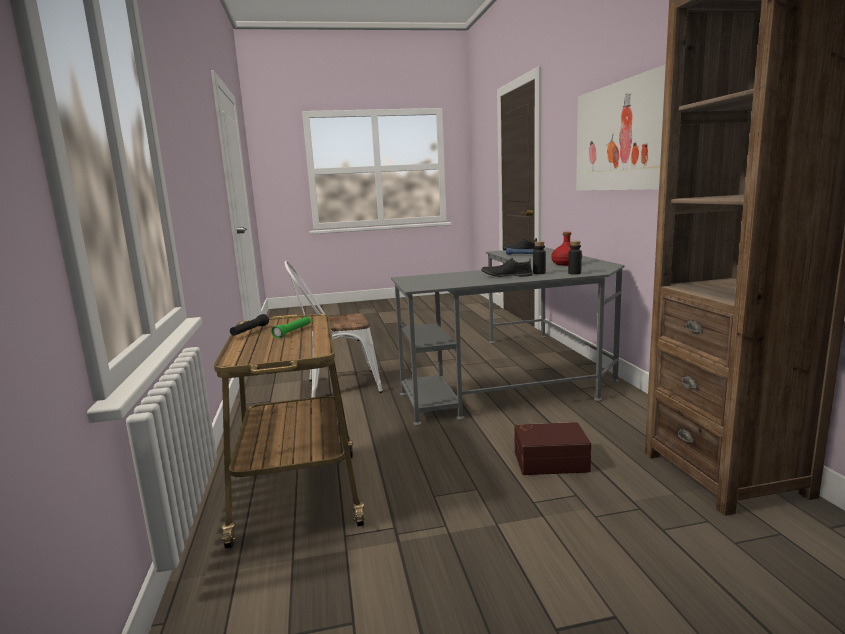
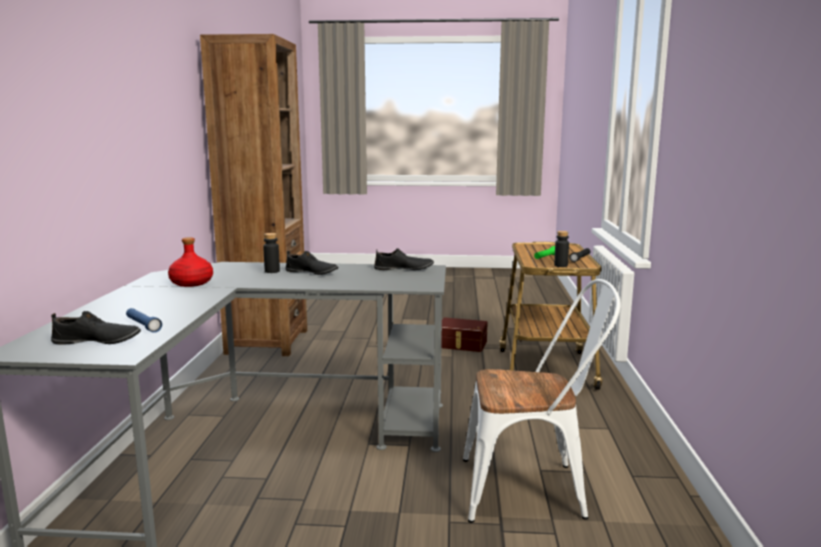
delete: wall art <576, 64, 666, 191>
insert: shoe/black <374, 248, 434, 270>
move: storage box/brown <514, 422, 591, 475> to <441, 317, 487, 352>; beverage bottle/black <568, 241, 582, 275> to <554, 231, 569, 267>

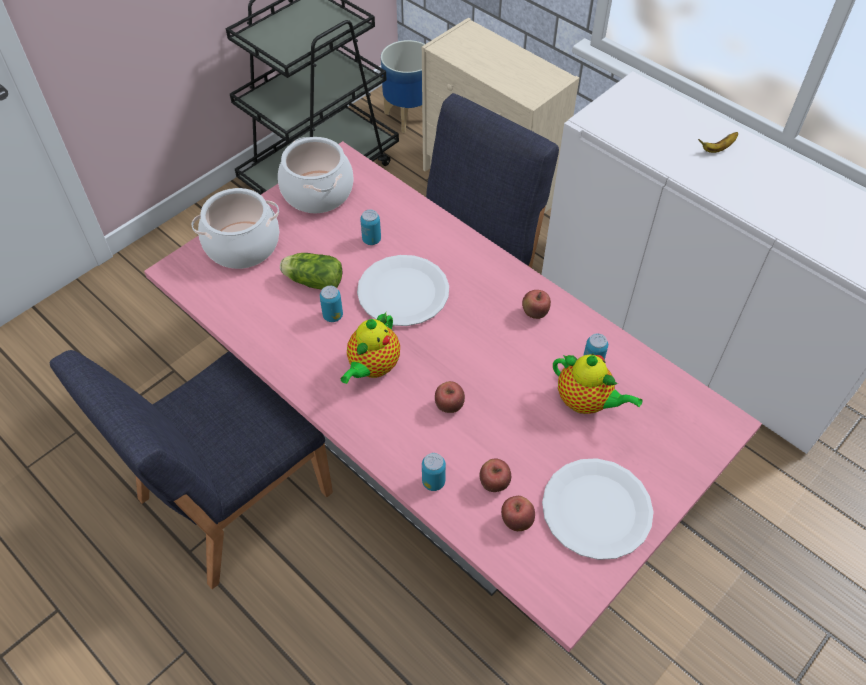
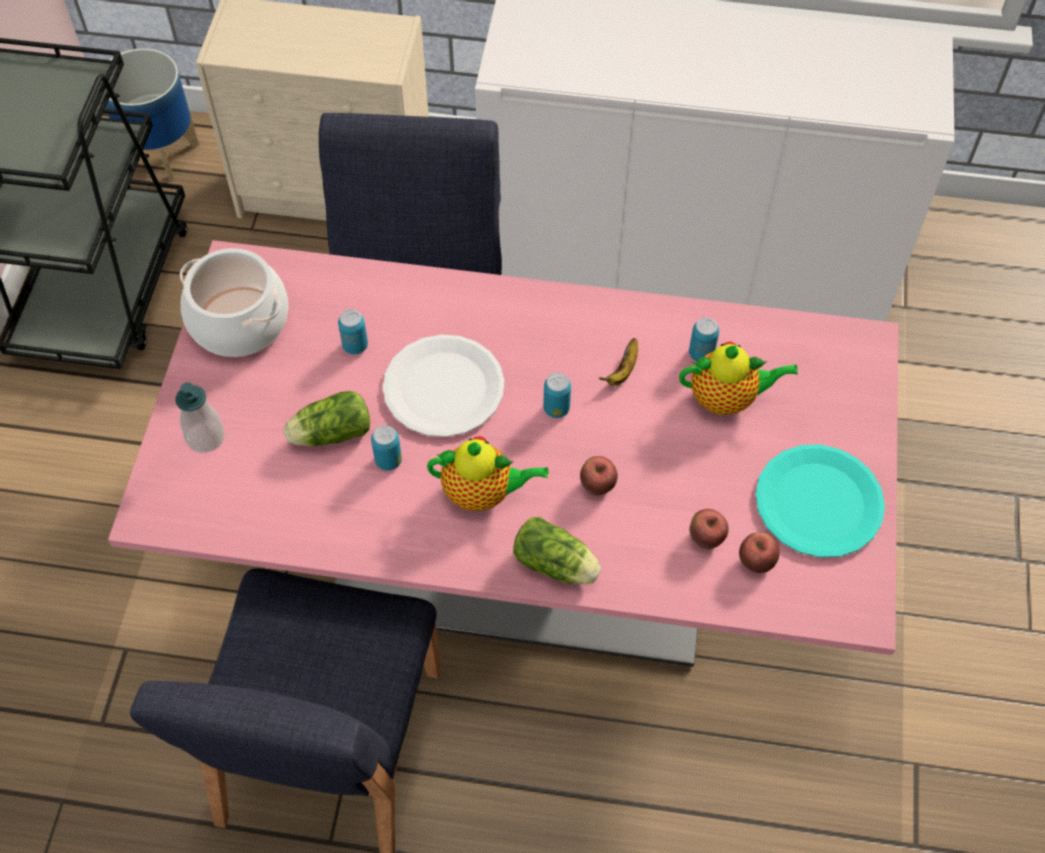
delete: apple fruit <522, 290, 551, 319>
insert: lettuce head <513, 517, 601, 585>
move: metal can <422, 453, 446, 491> to <543, 373, 571, 418>; whole banana <698, 132, 738, 153> to <599, 338, 638, 386>
replace: stockpot <192, 188, 279, 269> to liquid soap bottle <175, 382, 225, 453>
recolor: dinner plate/white-coloured <542, 458, 653, 560> to dinner plate/turquoise <755, 445, 885, 558>
rotate: pot for tea <341, 312, 400, 384> = <427, 436, 549, 511> 75 degrees counterclockwise

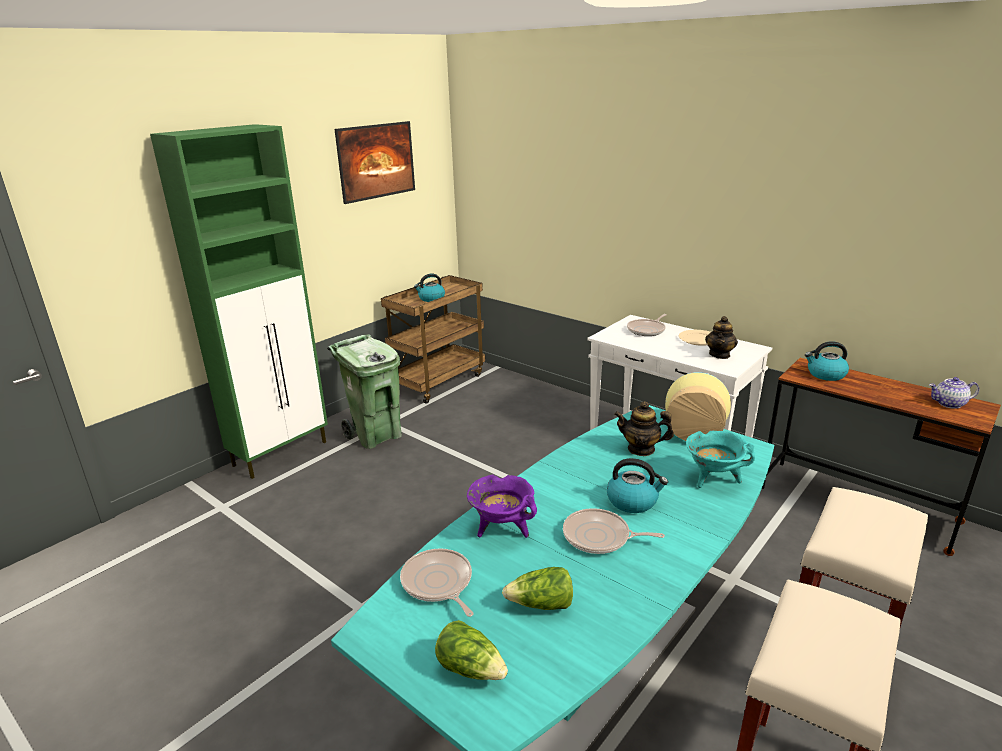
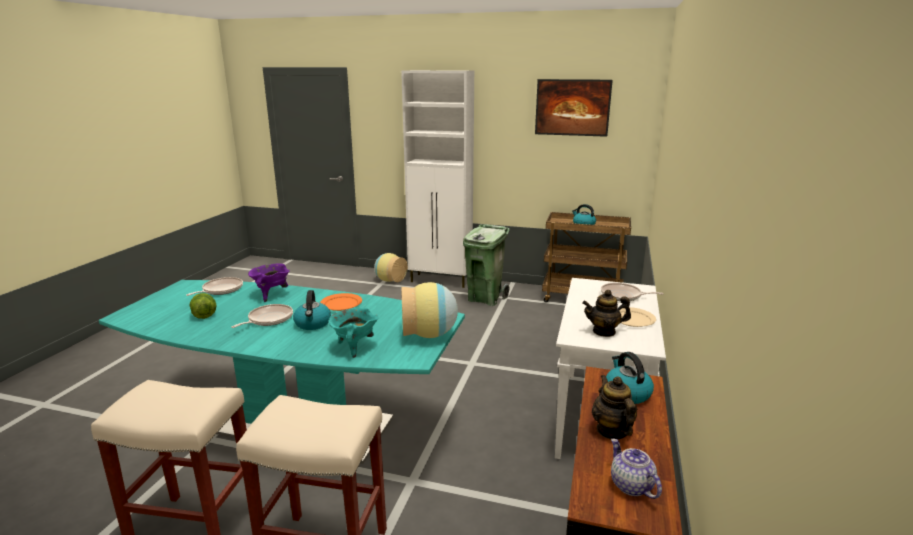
delete: lettuce head <435, 620, 508, 680>
insert: dinner plate/orange-coloured <320, 293, 362, 311>; vase <374, 253, 408, 282>
move: pot for tea <614, 401, 674, 456> to <592, 375, 637, 440>
recolor: storage cabinet/greenish <150, 124, 328, 479> to storage cabinet/white-coloured <401, 70, 474, 288>
rotate: pan <563, 508, 665, 554> = <232, 304, 293, 328> 45 degrees clockwise

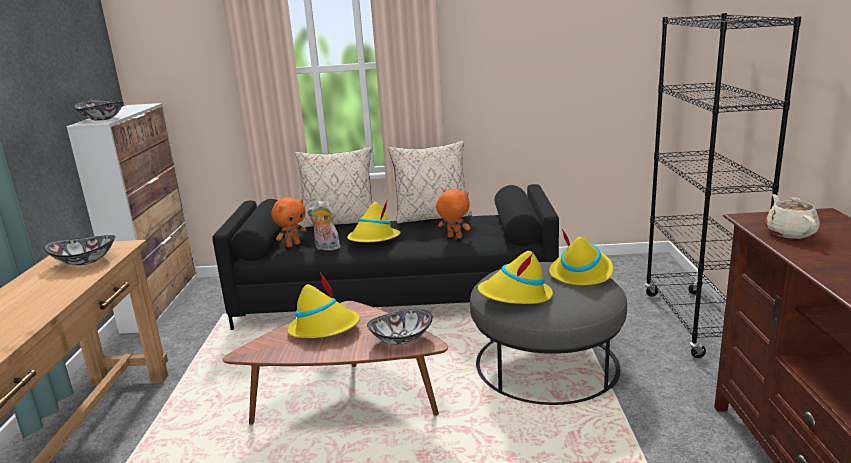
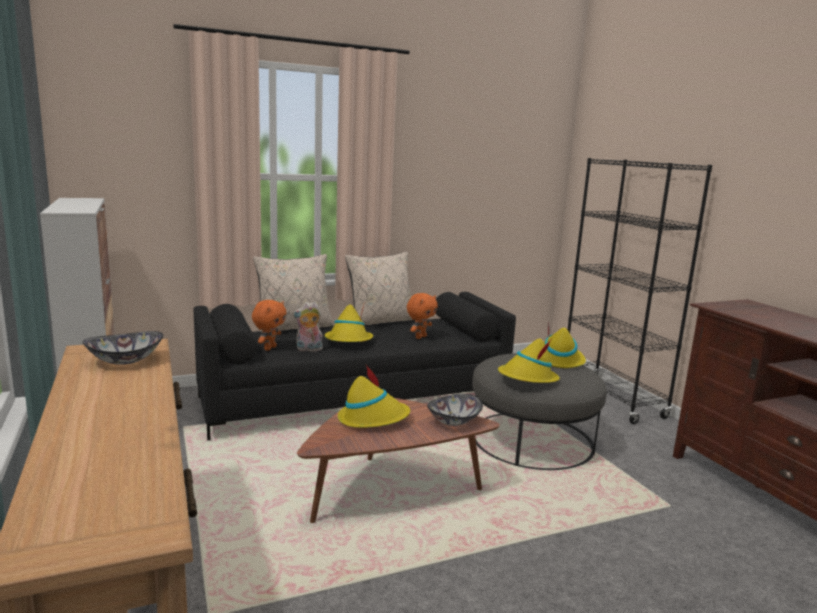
delete: bowl <74, 100, 124, 121>; pot for tea/sand-coloured <765, 194, 819, 239>
rotate: plush toy/orange-coloured <436, 189, 470, 239> = <407, 293, 438, 339> 120 degrees clockwise

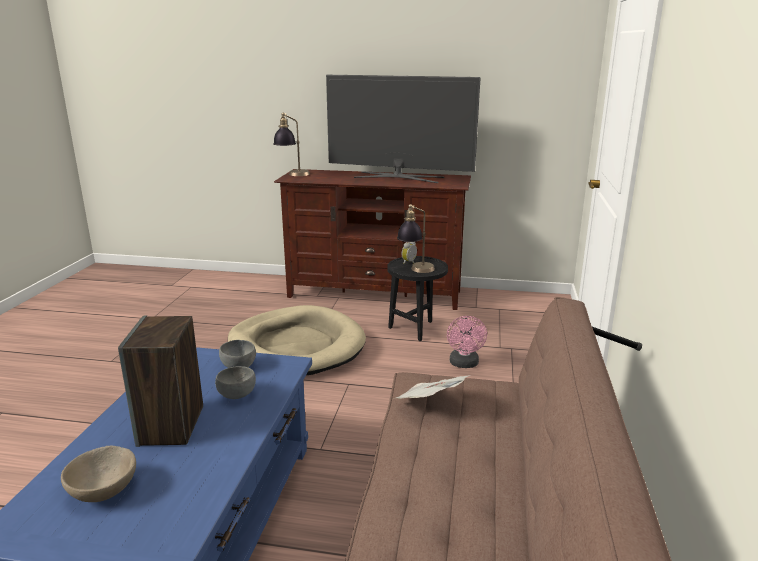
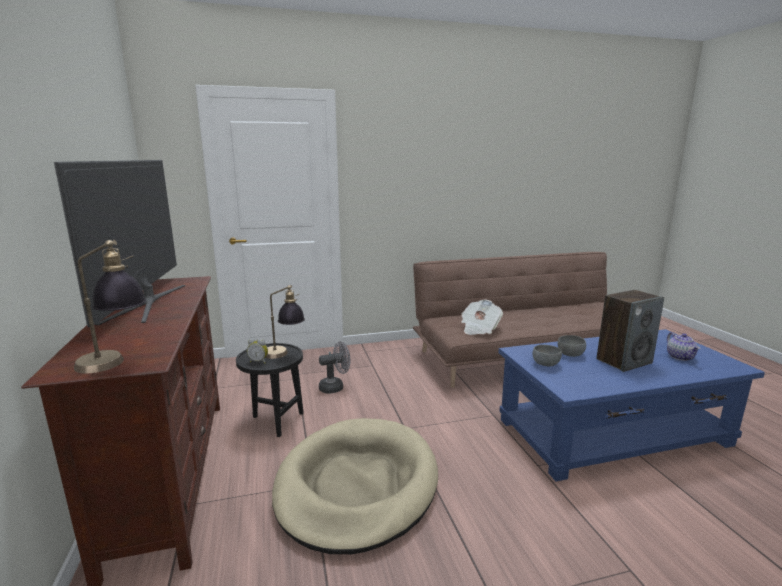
replace: bowl/sand-coloured <61, 446, 136, 502> to pot for tea <667, 332, 700, 361>
recolor: fan/pink-coloured <447, 316, 487, 368> to fan/greyish <319, 341, 350, 394>

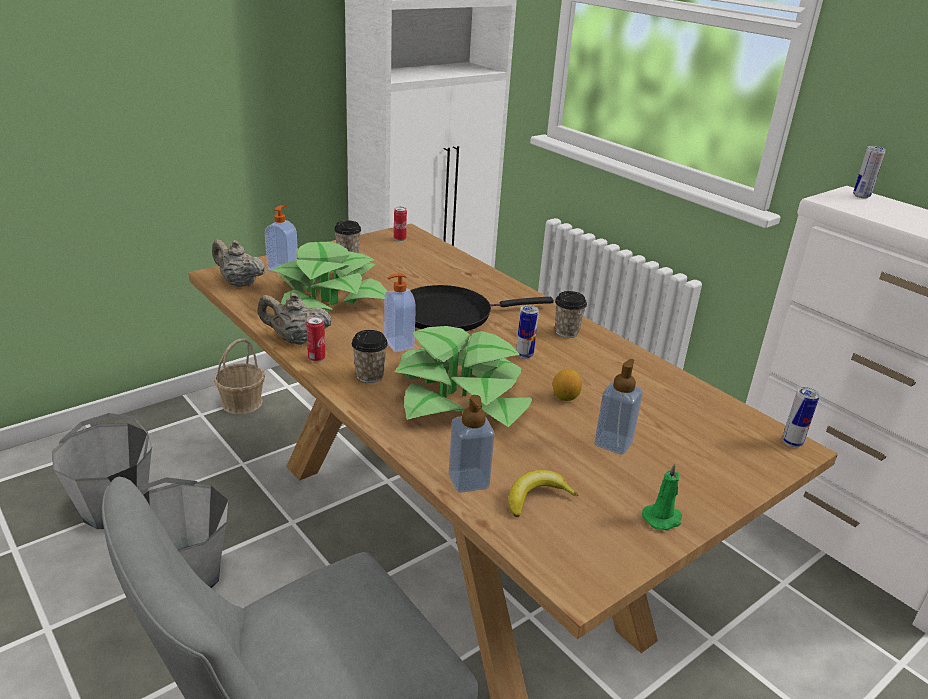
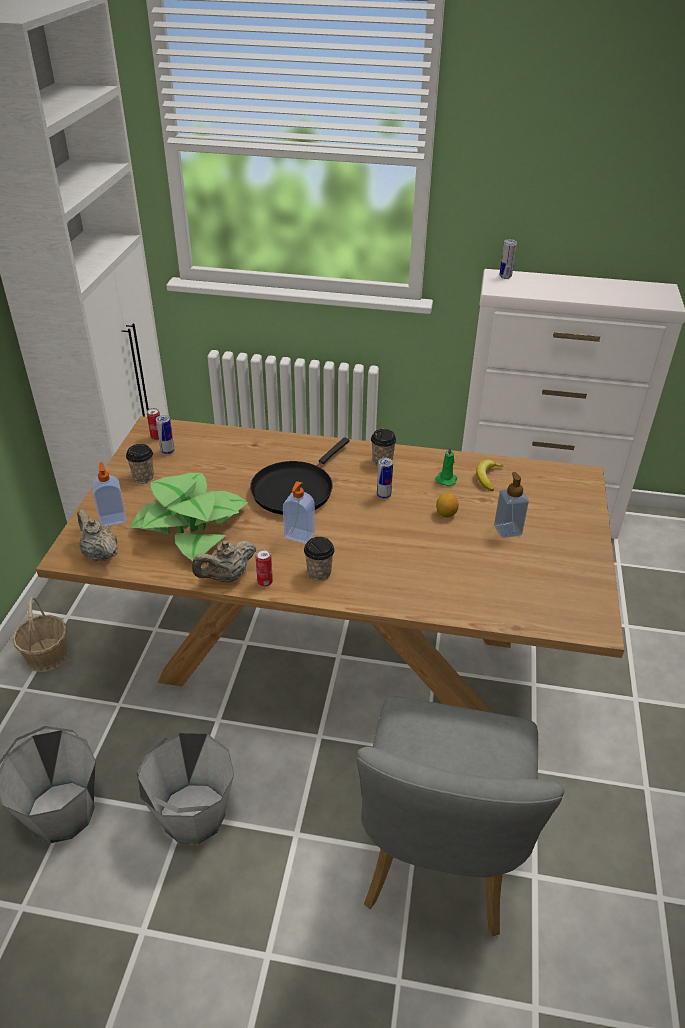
delete: houseplant <394, 326, 532, 427>; liquid soap bottle <449, 395, 495, 493>
move: metal can <782, 387, 820, 448> to <156, 415, 174, 455>; candle/greenish <642, 463, 682, 530> to <435, 446, 457, 486>; whole banana <508, 470, 578, 517> to <476, 459, 503, 491>
rotate: pot for tea/sand-coloured <212, 239, 266, 287> = <77, 509, 118, 561> 60 degrees clockwise

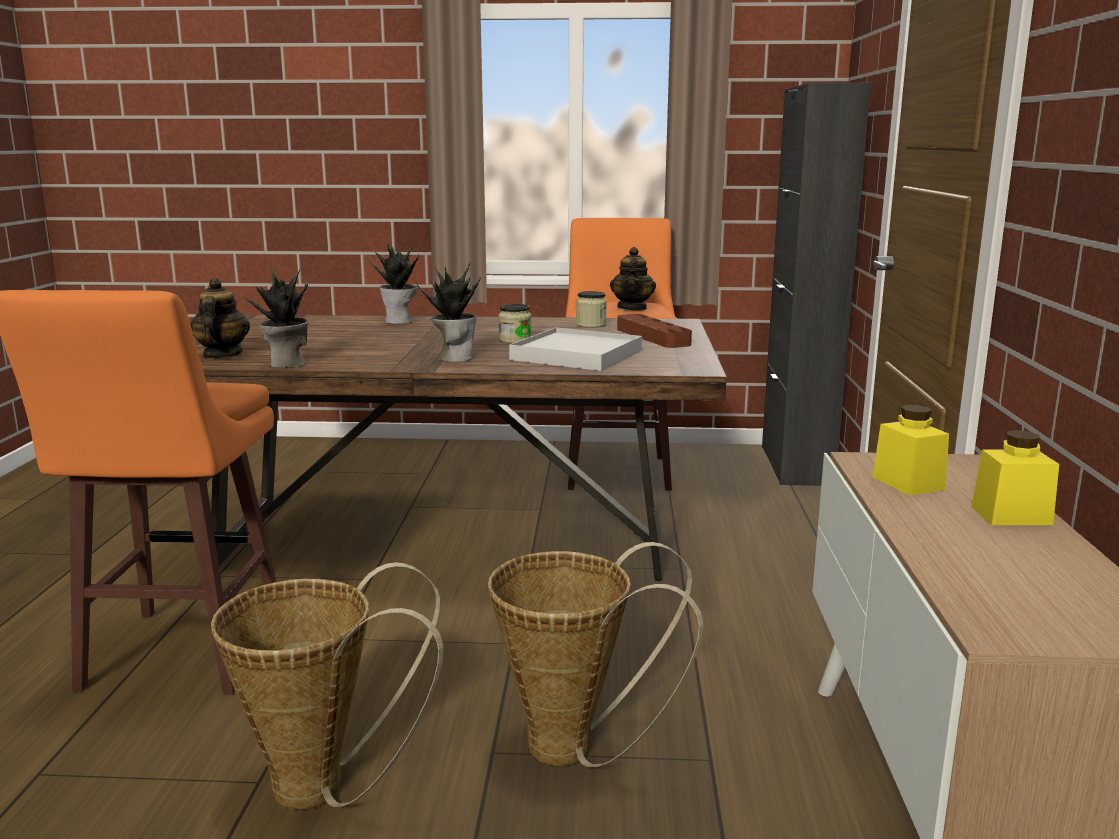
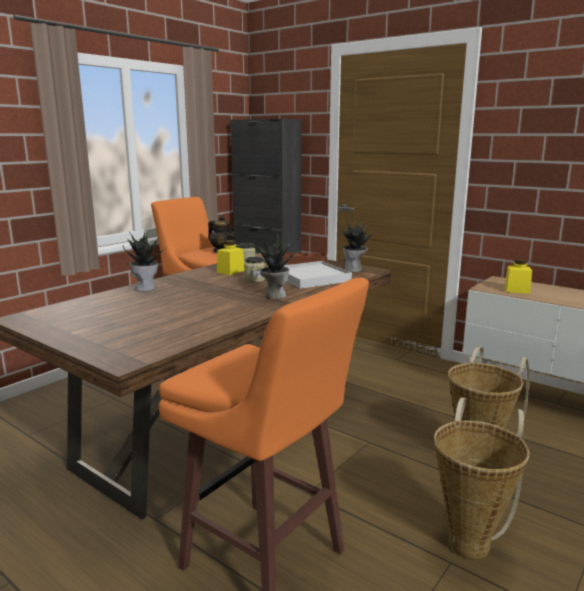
delete: pot for tea <190, 278, 250, 359>
move: preserve jar/yellow-coloured <971, 430, 1059, 525> to <217, 240, 244, 275>; houseplant <239, 265, 309, 368> to <341, 218, 376, 272>

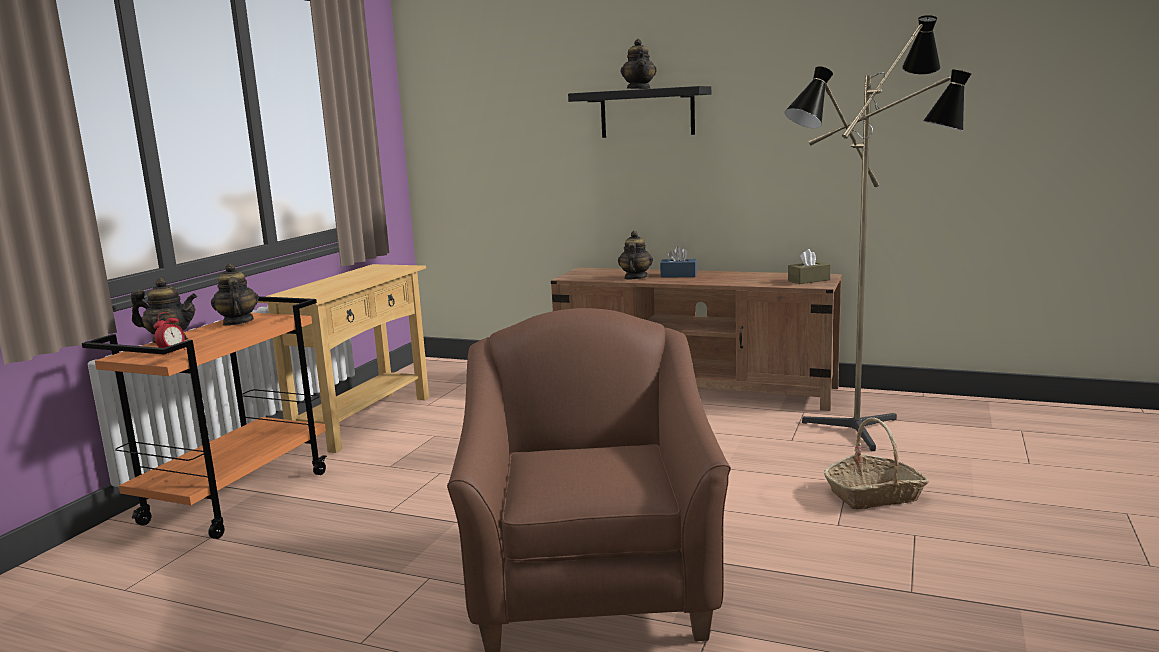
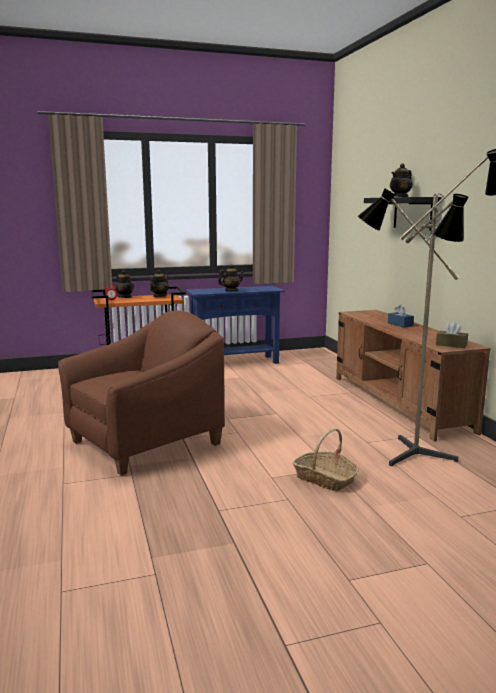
move: pot for tea <618, 231, 653, 279> to <218, 264, 244, 291>
recolor: console table/sand-coloured <258, 264, 429, 453> to console table/blue-coloured <185, 286, 285, 364>

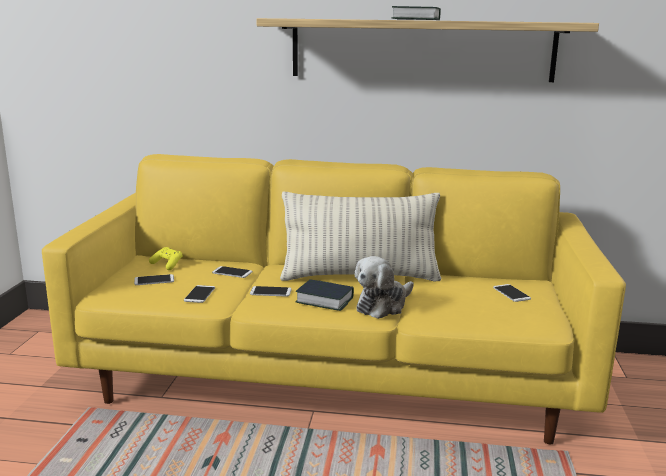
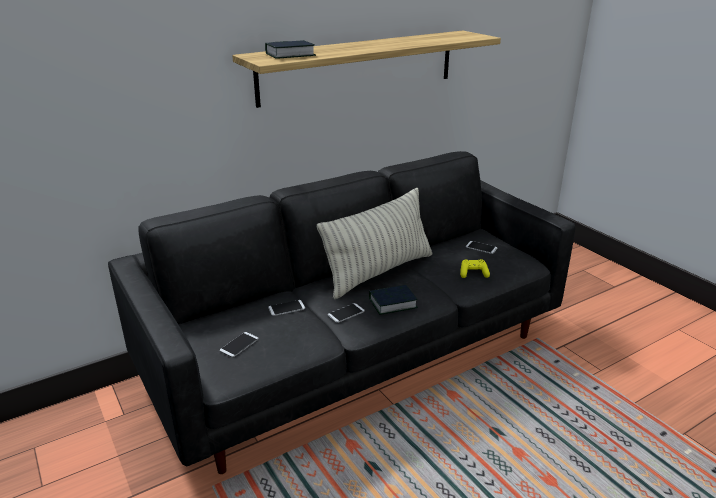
delete: telephone <184, 285, 215, 303>; plush toy <355, 256, 414, 319>
move: bound book <391, 6, 441, 20> to <265, 40, 316, 59>; joypad/yellow-coloured <149, 247, 183, 270> to <460, 259, 490, 278>
recolor: settee/yellow-coloured <42, 154, 626, 444> to settee/black <108, 151, 575, 474>

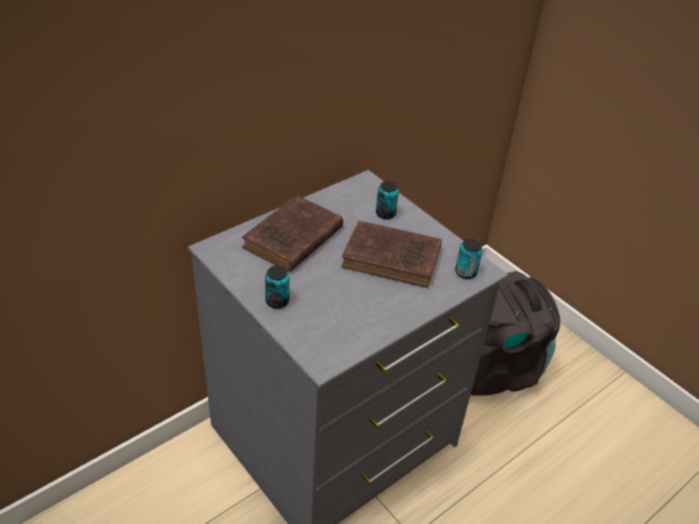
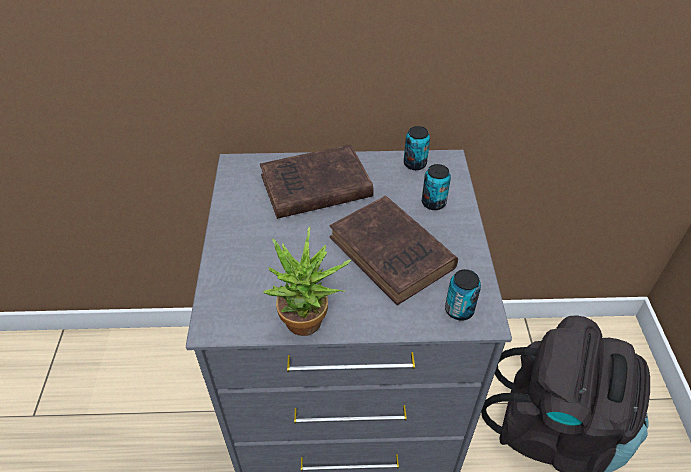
insert: houseplant <263, 227, 351, 336>
move: metal can <265, 266, 289, 309> to <404, 126, 430, 170>

